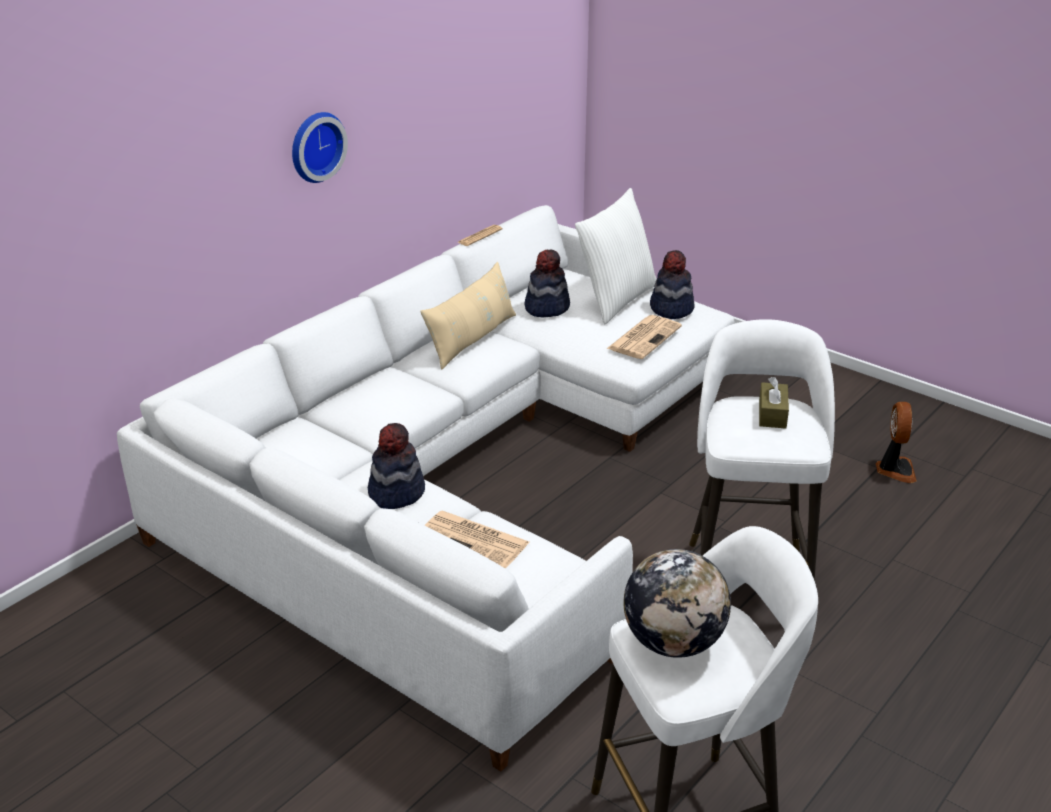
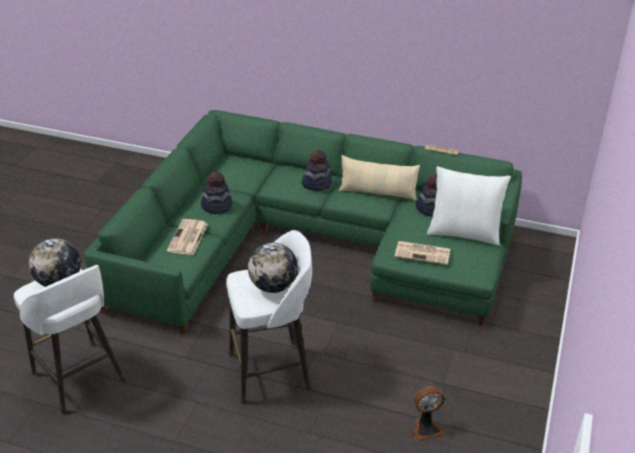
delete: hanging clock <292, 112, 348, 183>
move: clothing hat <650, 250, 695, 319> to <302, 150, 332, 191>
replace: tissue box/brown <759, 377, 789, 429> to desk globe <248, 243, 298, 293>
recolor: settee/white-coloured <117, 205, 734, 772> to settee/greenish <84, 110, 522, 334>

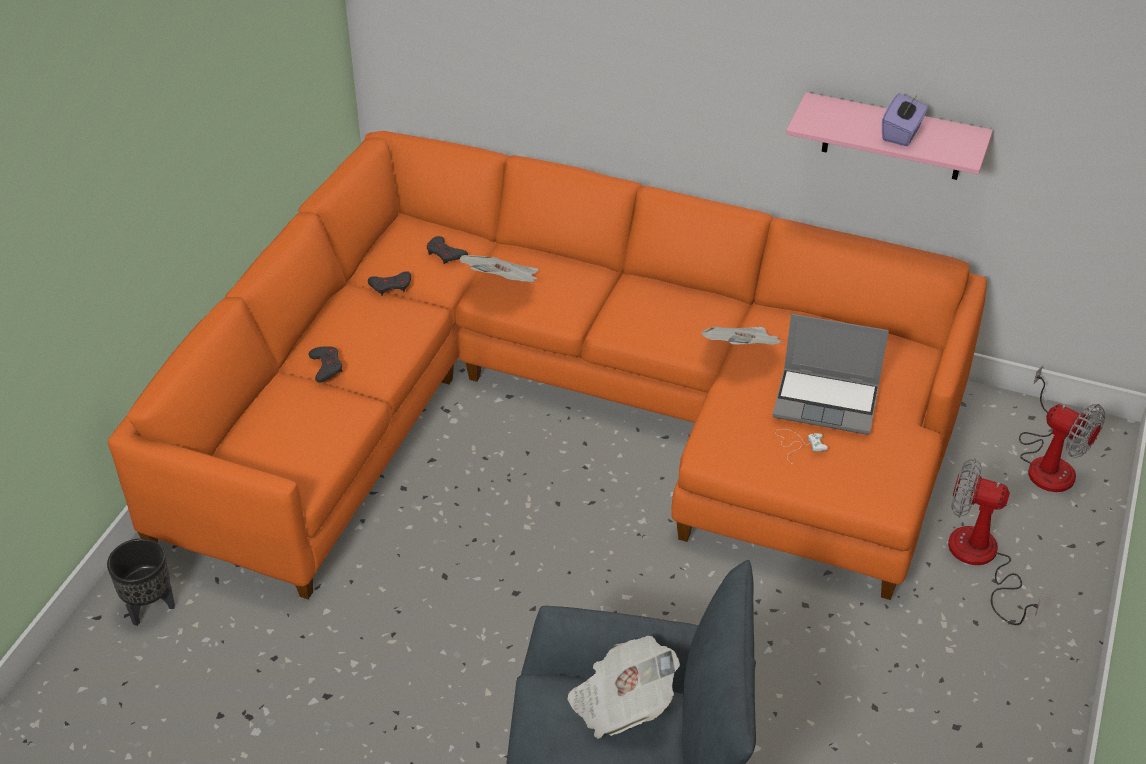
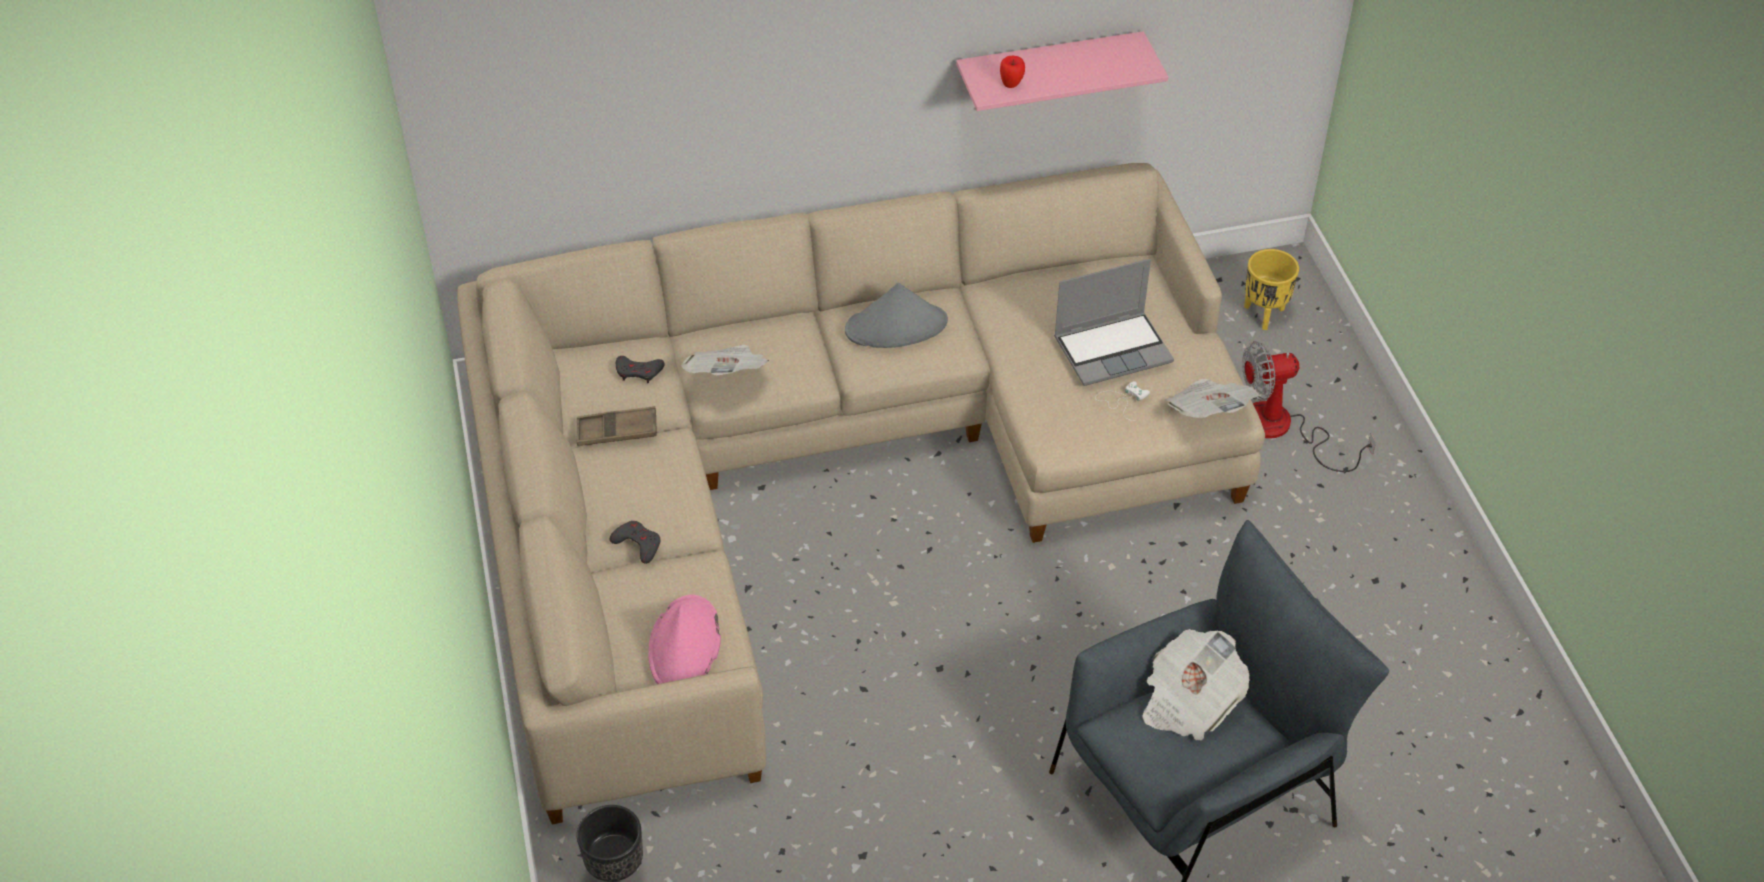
delete: tissue box/purple-coloured <882, 93, 928, 146>
insert: clothing hat/pink-coloured <648, 595, 721, 684>; clothing hat/greyish <845, 283, 948, 348>; apple fruit <1000, 56, 1025, 88>
move: daily paper <701, 326, 783, 345> to <1165, 379, 1260, 418>
replace: joypad/greyish <368, 271, 411, 296> to carrying tray/brown <577, 406, 657, 446>; fan <1019, 366, 1105, 492> to planter/yellow-coloured <1244, 249, 1299, 330>
recolor: settee/orange-coloured <108, 131, 987, 600> to settee/sand-coloured <457, 163, 1265, 825>

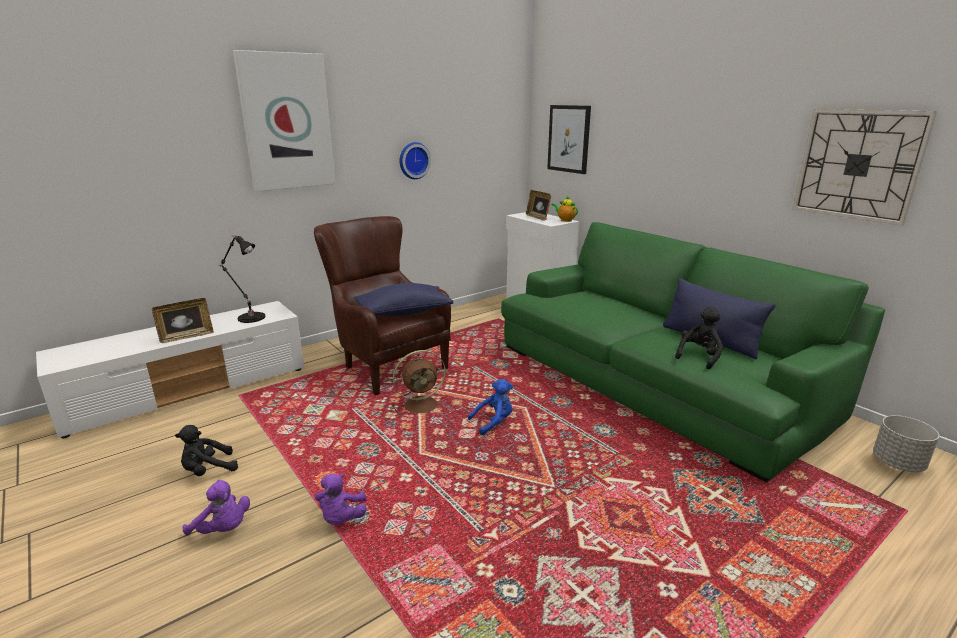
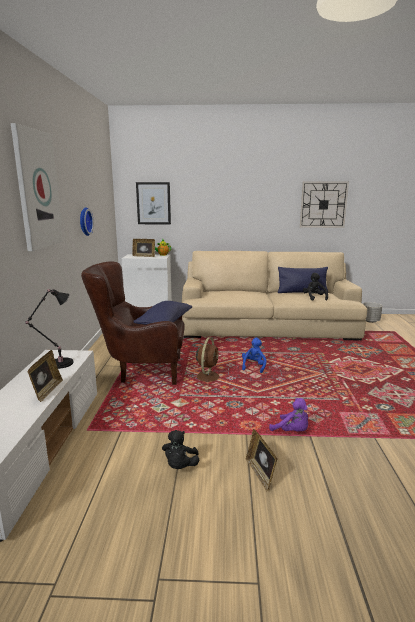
replace: plush toy/purple-coloured <183, 480, 250, 536> to picture frame <246, 429, 277, 492>
recolor: settee/greenish <501, 222, 885, 483> to settee/sand-coloured <182, 251, 367, 341>

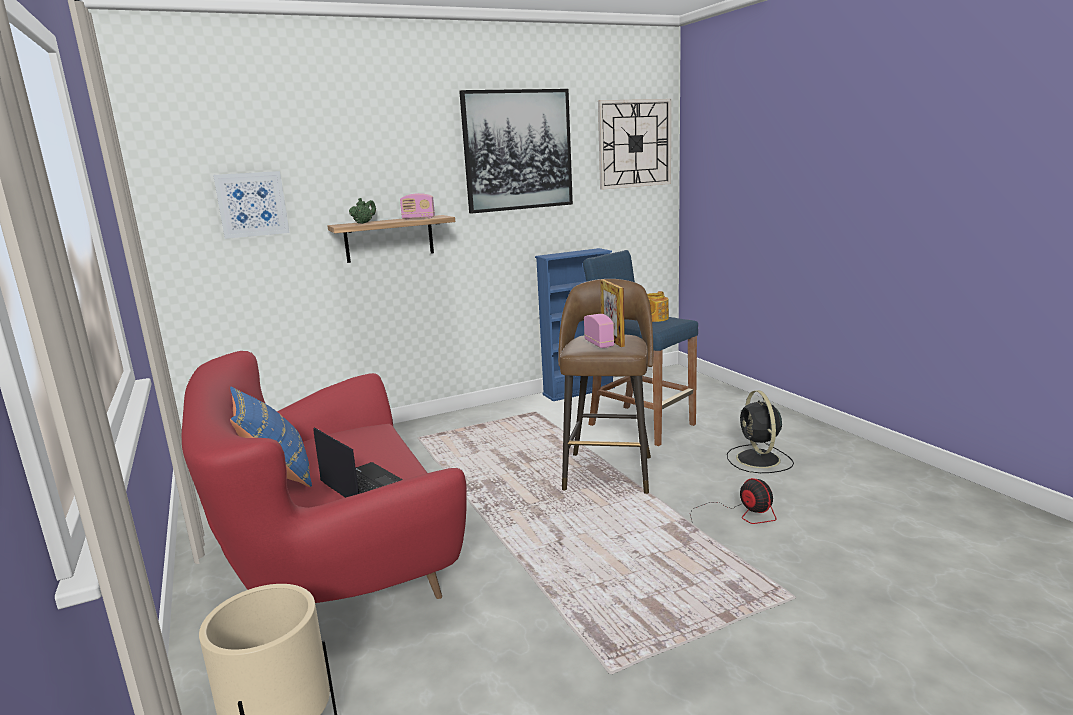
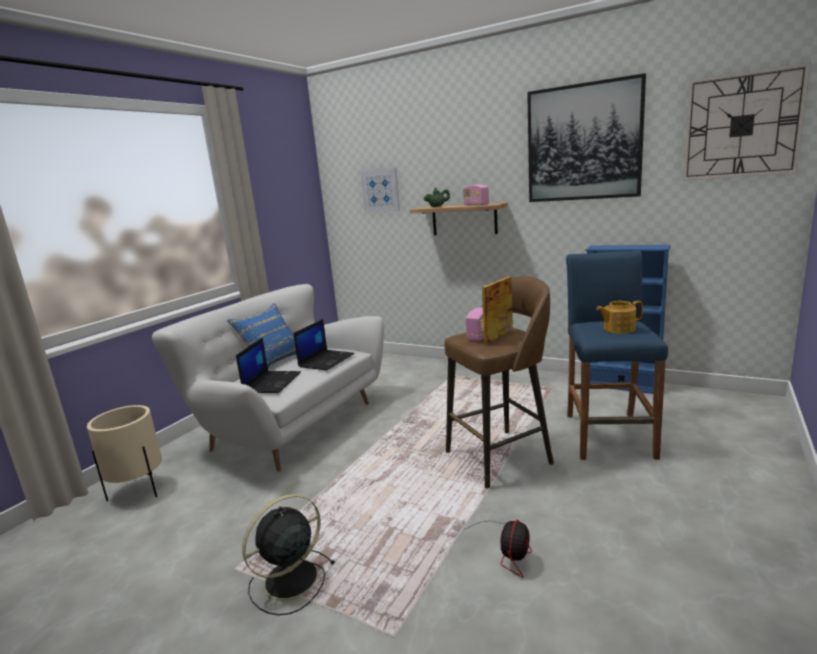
insert: laptop <294, 319, 355, 370>
move: fan/black <727, 390, 794, 473> to <242, 494, 335, 615>
recolor: settee/reddish <182, 351, 467, 603> to settee/white-coloured <152, 284, 384, 472>

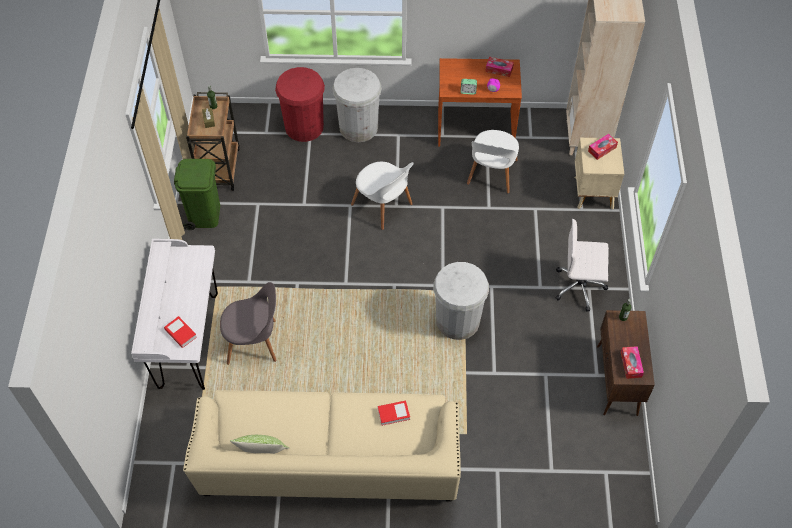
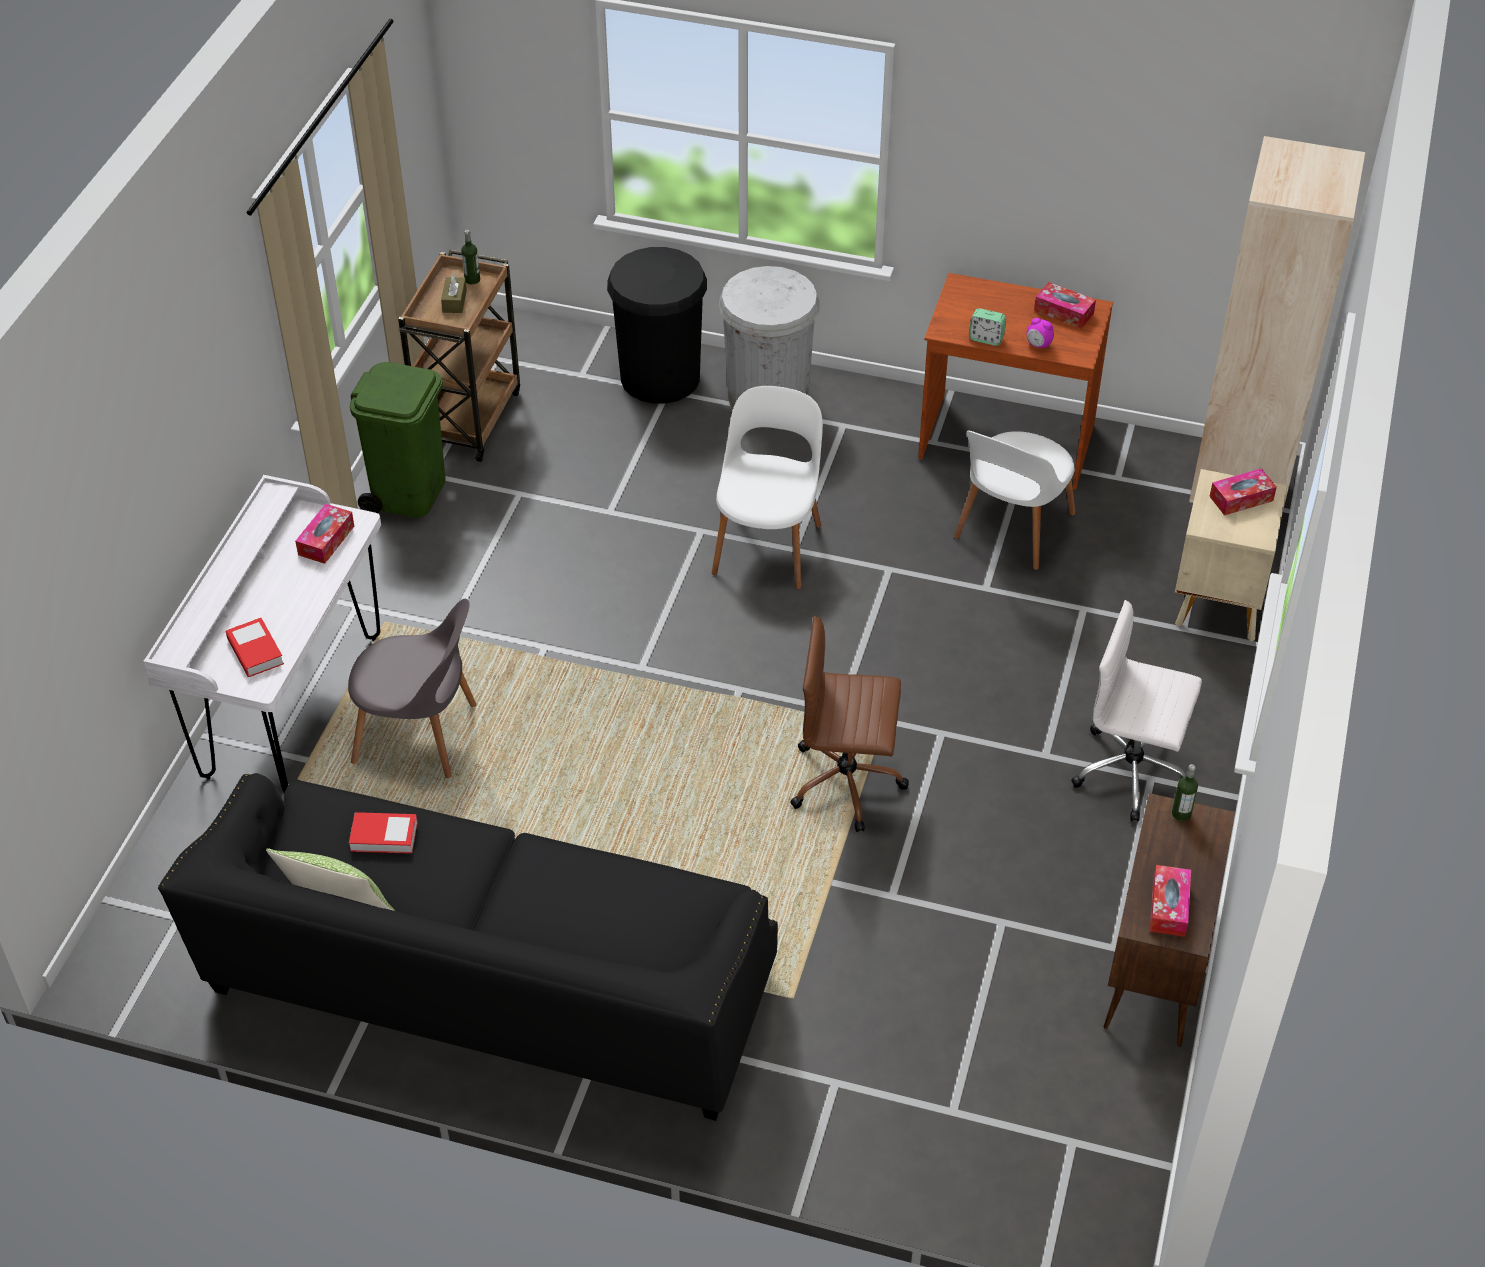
insert: tissue box <295, 504, 354, 564>
move: bound book <378, 400, 410, 426> to <349, 812, 417, 854>
replace: waste bin/white-coloured <433, 262, 489, 340> to office chair/brown <790, 616, 909, 832>
recolor: settee/sand-coloured <183, 390, 461, 502> to settee/black <158, 773, 778, 1121>; waste bin/reddish <275, 67, 325, 142> to waste bin/black <607, 247, 707, 404>
rotate: plain chair/white-coloured <351, 162, 414, 230> = <712, 386, 823, 589> 135 degrees counterclockwise

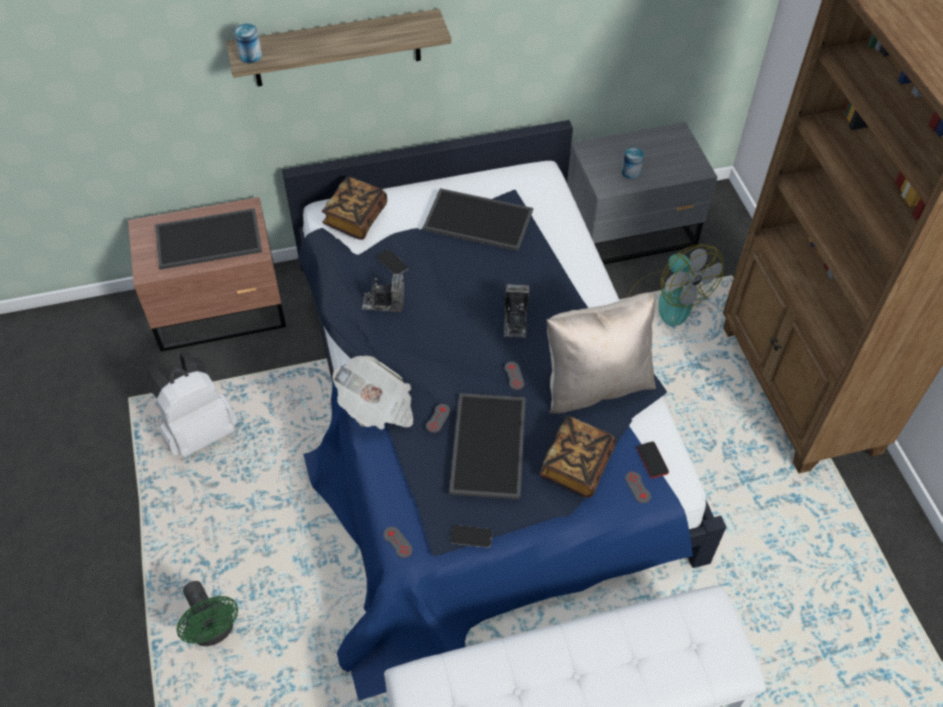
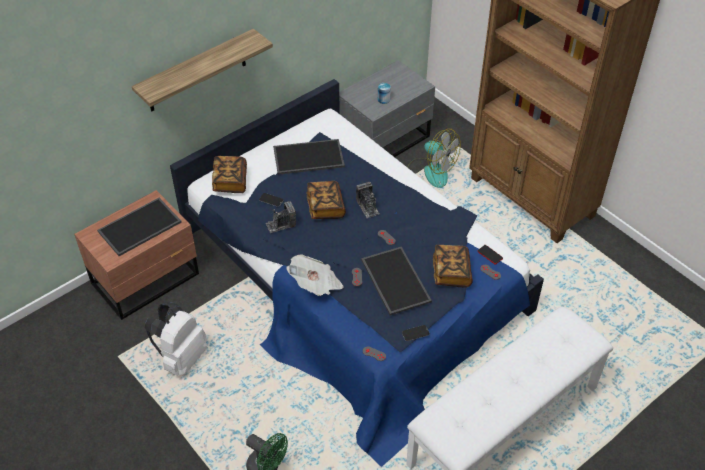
delete: metal can <234, 23, 262, 63>; throw pillow/sand-coloured <547, 292, 656, 414>
insert: bound book <307, 181, 346, 219>

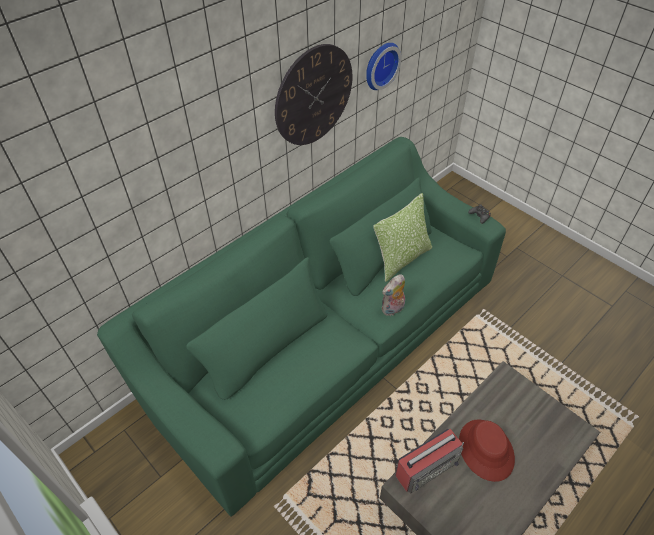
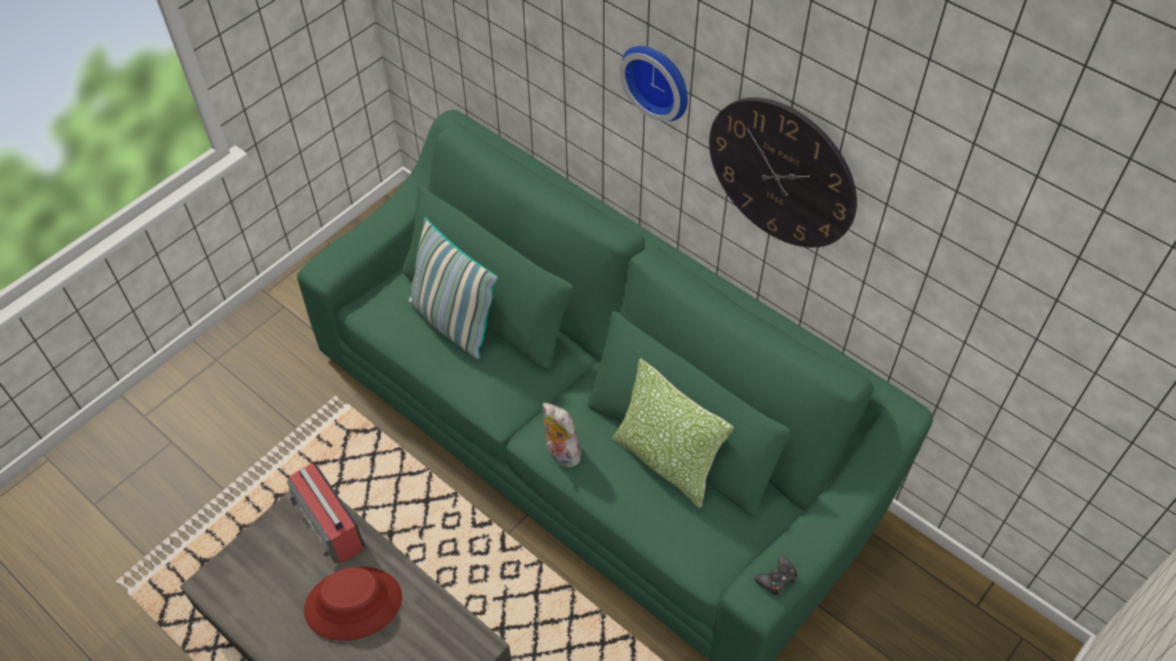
insert: throw pillow <408, 217, 498, 359>
move: hanging clock <366, 43, 402, 90> to <619, 46, 688, 122>

